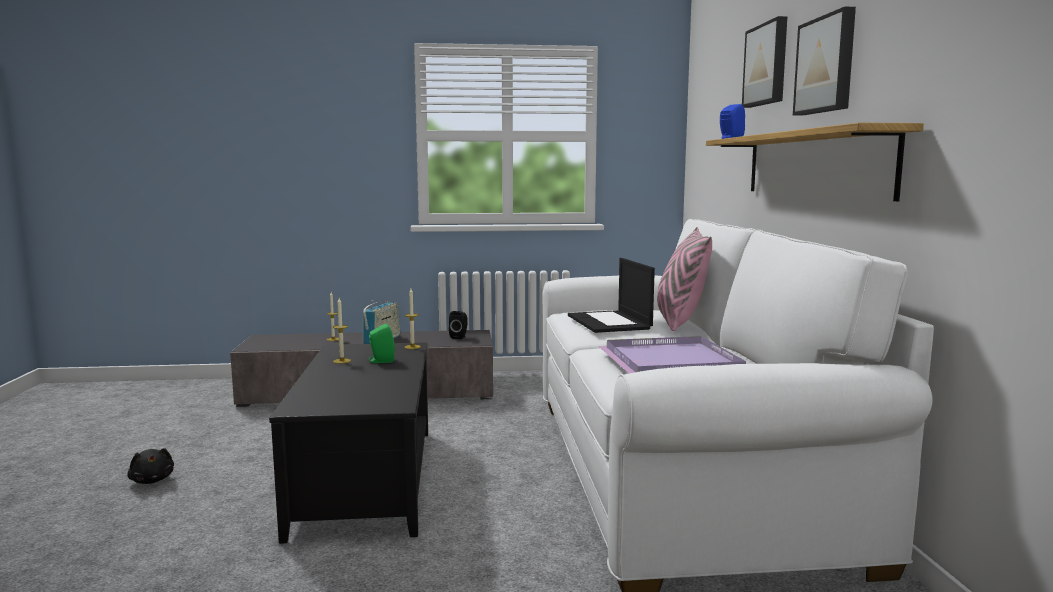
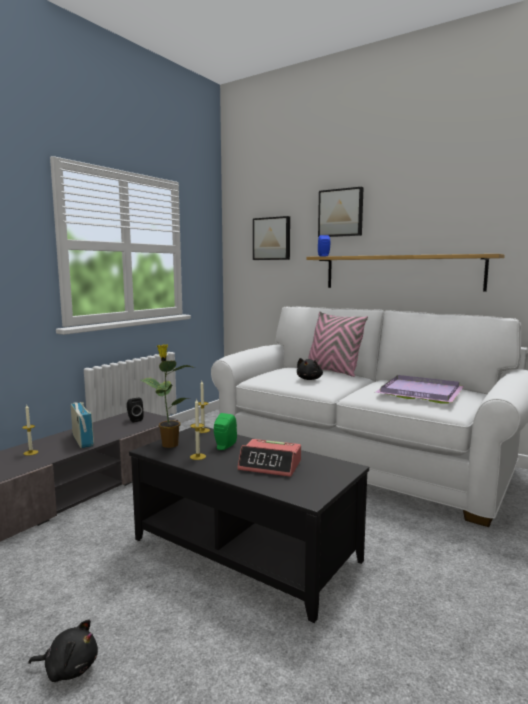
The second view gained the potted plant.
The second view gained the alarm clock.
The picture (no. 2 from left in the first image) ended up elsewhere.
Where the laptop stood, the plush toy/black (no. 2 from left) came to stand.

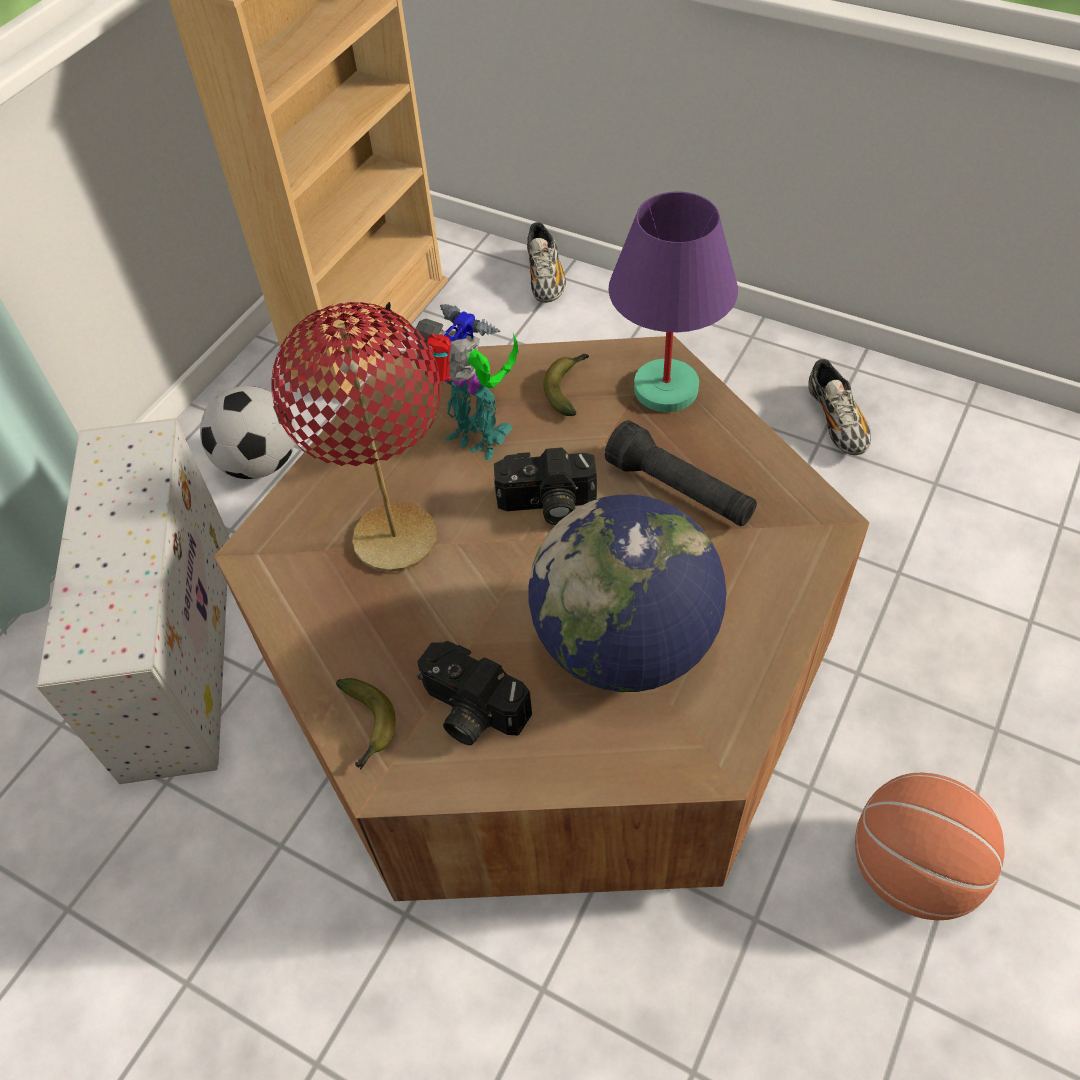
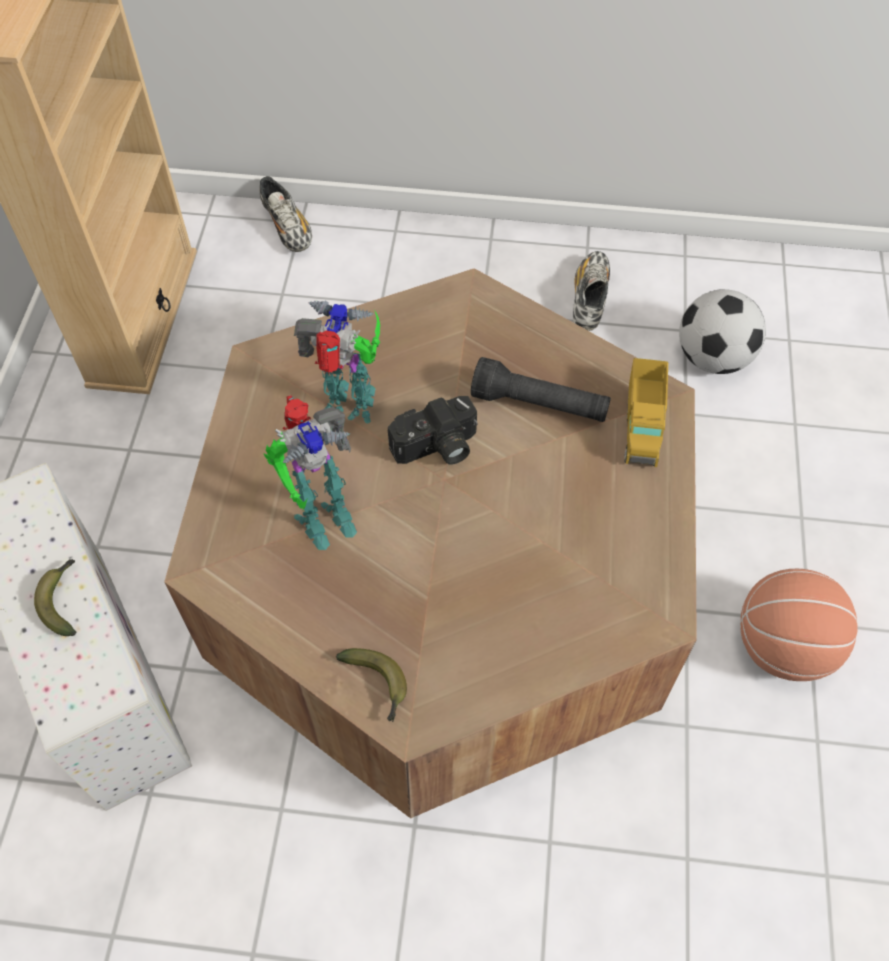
The second view lost the photo camera (no. 1 from left).
The second view lost the globe.
The second view lost the table lamp/purple.
The second view gained the toy truck.
The football ended up elsewhere.
The banana (no. 2 from left in the first image) ended up elsewhere.
Where the table lamp/red stood, the toy robot (no. 1 from left) came to stand.
The shoe (no. 2 from left) ended up facing another way, 135 degrees counterclockwise from before.

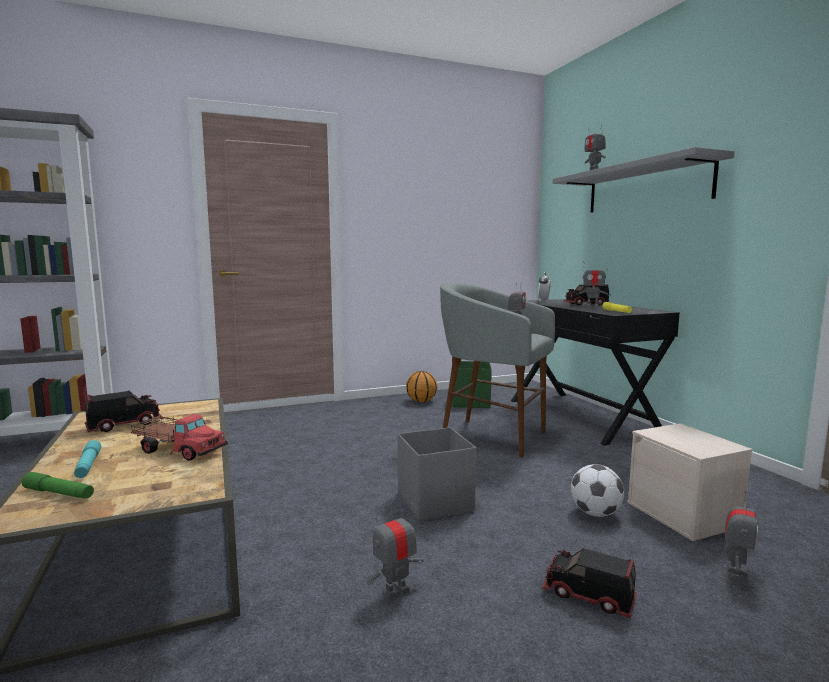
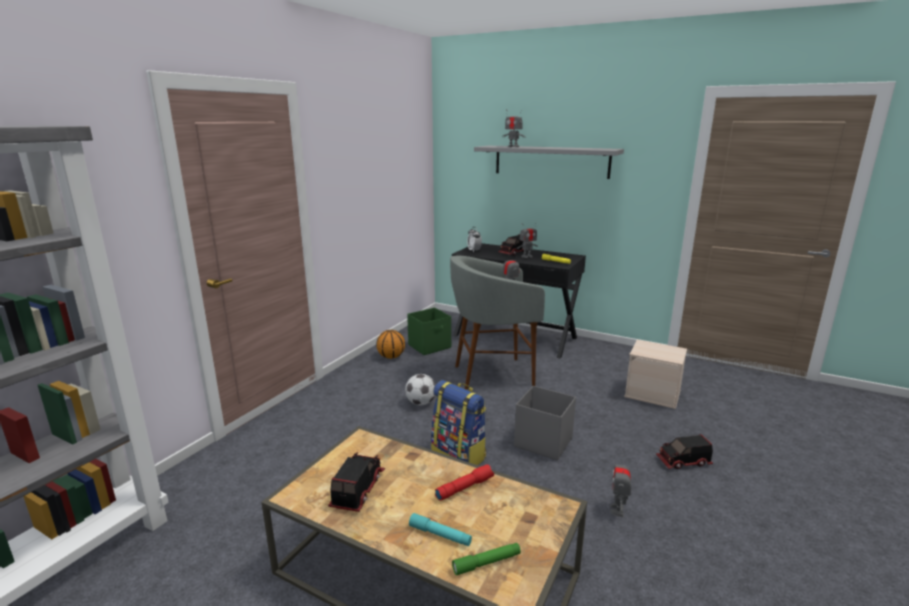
The second view lost the toy robot (no. 5 from left).
The second view gained the backpack.
The football ended up elsewhere.
Where the toy truck (no. 2 from left) stood, the flashlight/red came to stand.

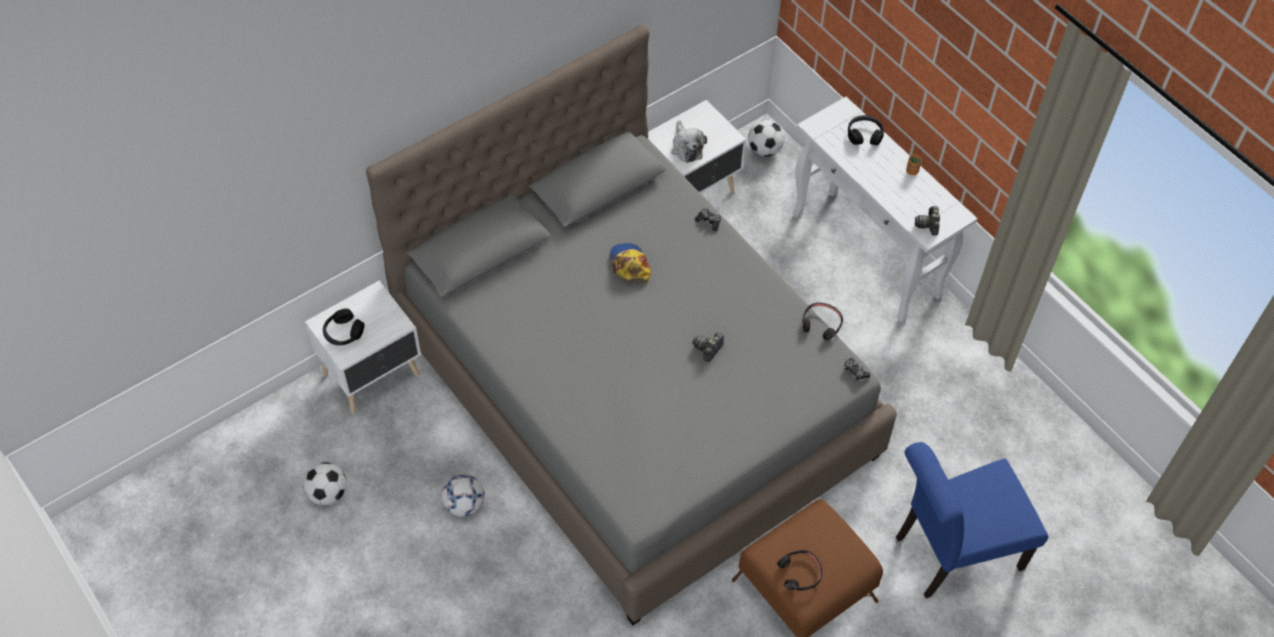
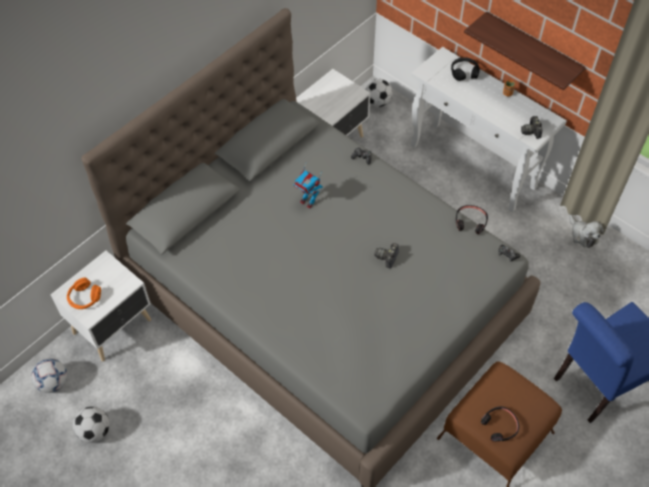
The second view gained the shelf.
The football (no. 2 from left in the first image) ended up elsewhere.
The plush toy ended up elsewhere.
Where the cap stood, the toy robot came to stand.
What was the headphones/black (no. 1 from left) turned into the headphones/orange.

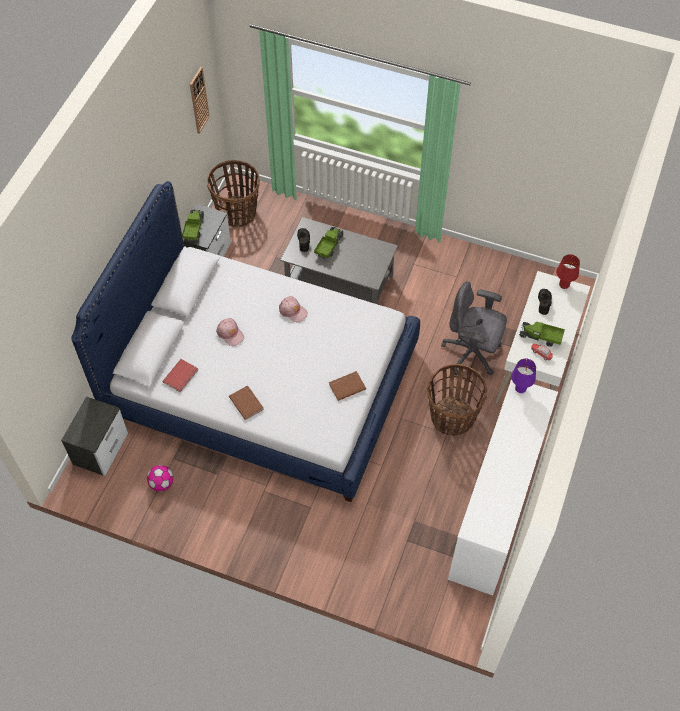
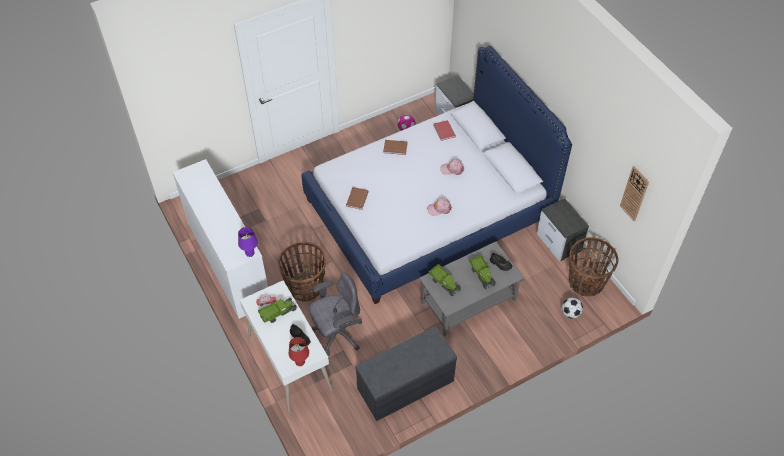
The second view gained the bench/grey.
The second view gained the football (no. 2 from left).
The toy truck (no. 1 from left in the first image) ended up elsewhere.

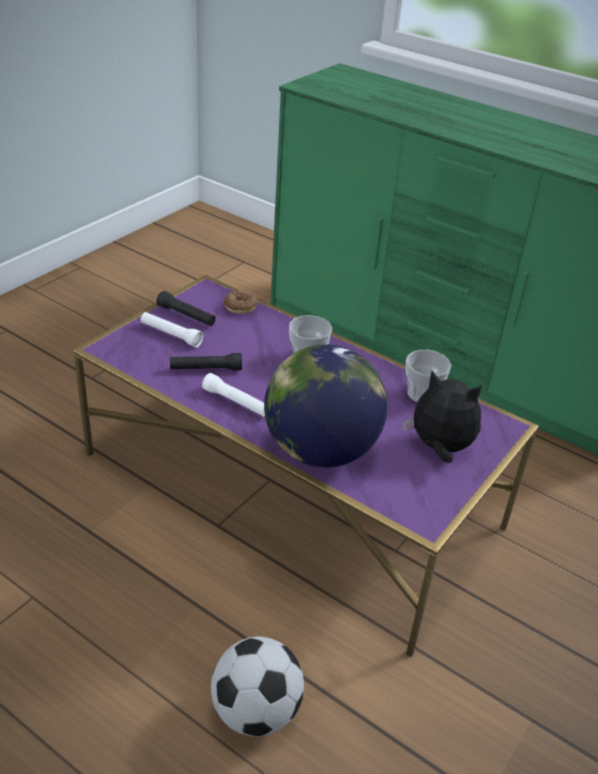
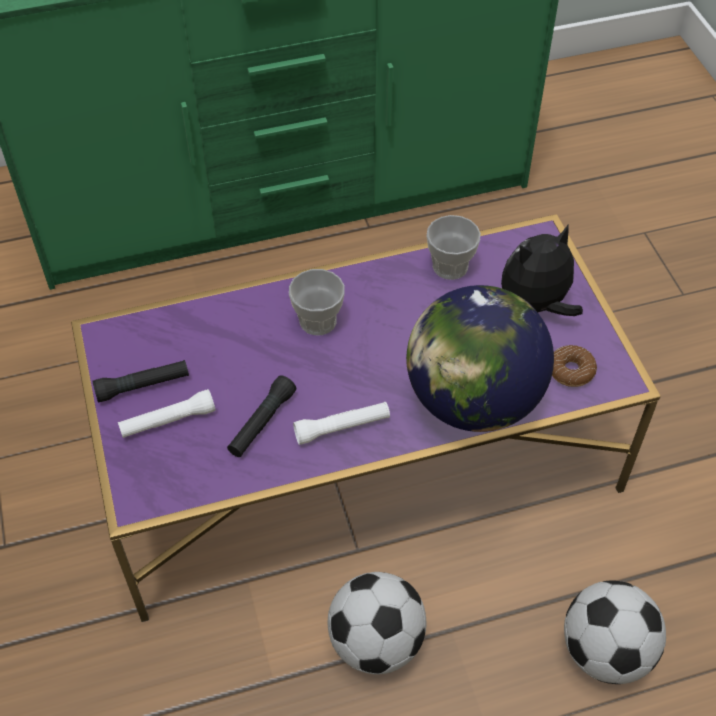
The second view gained the football (no. 1 from left).
The donut ended up elsewhere.

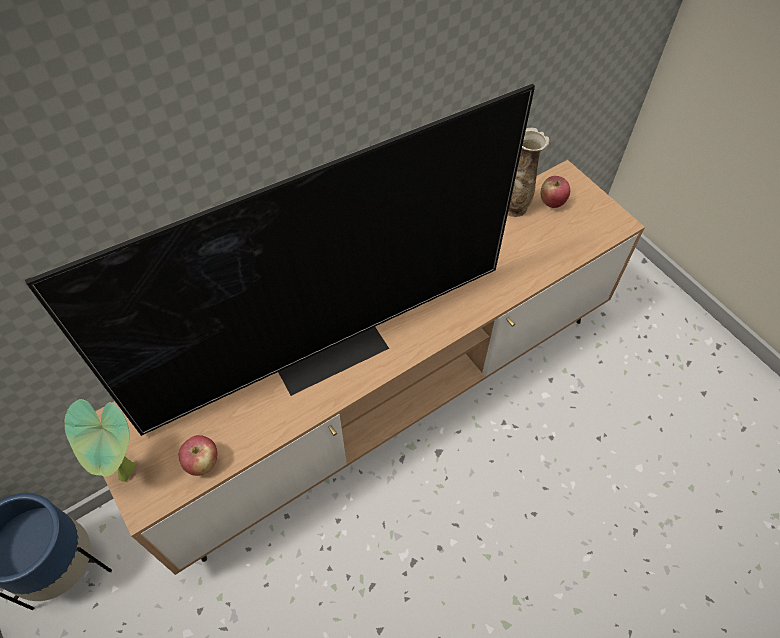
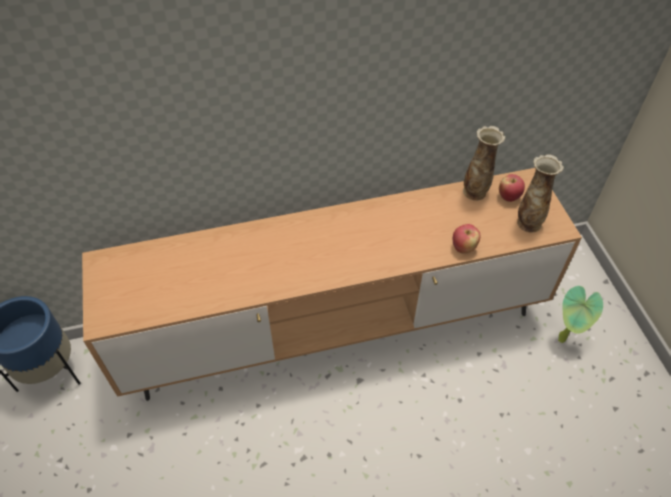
The second view lost the television.
The second view gained the vase (no. 2 from left).
The potted plant ended up elsewhere.
The apple (no. 1 from left) ended up elsewhere.

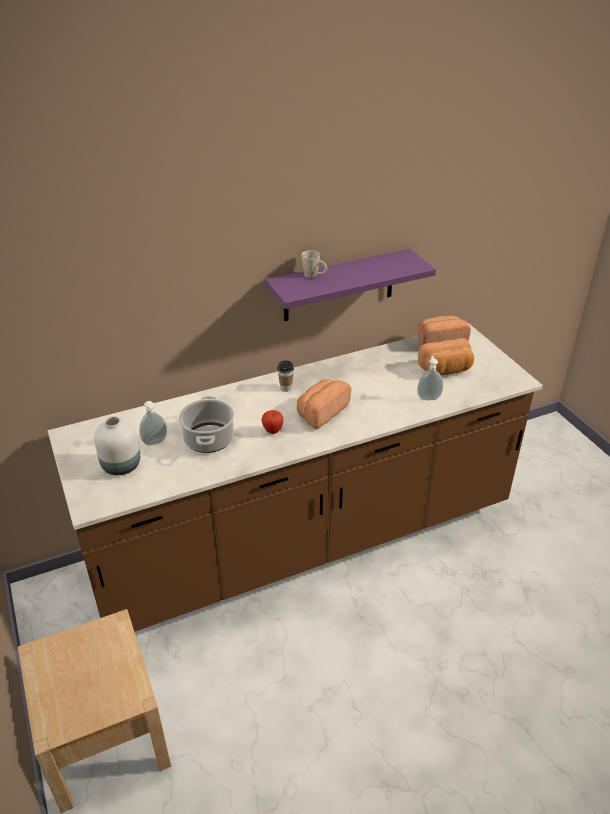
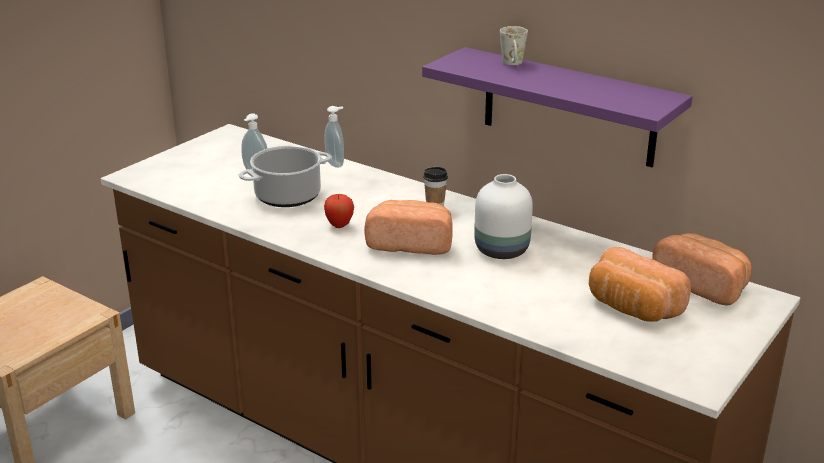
The vase/white ended up elsewhere.
The soap dispenser (no. 2 from left) ended up elsewhere.

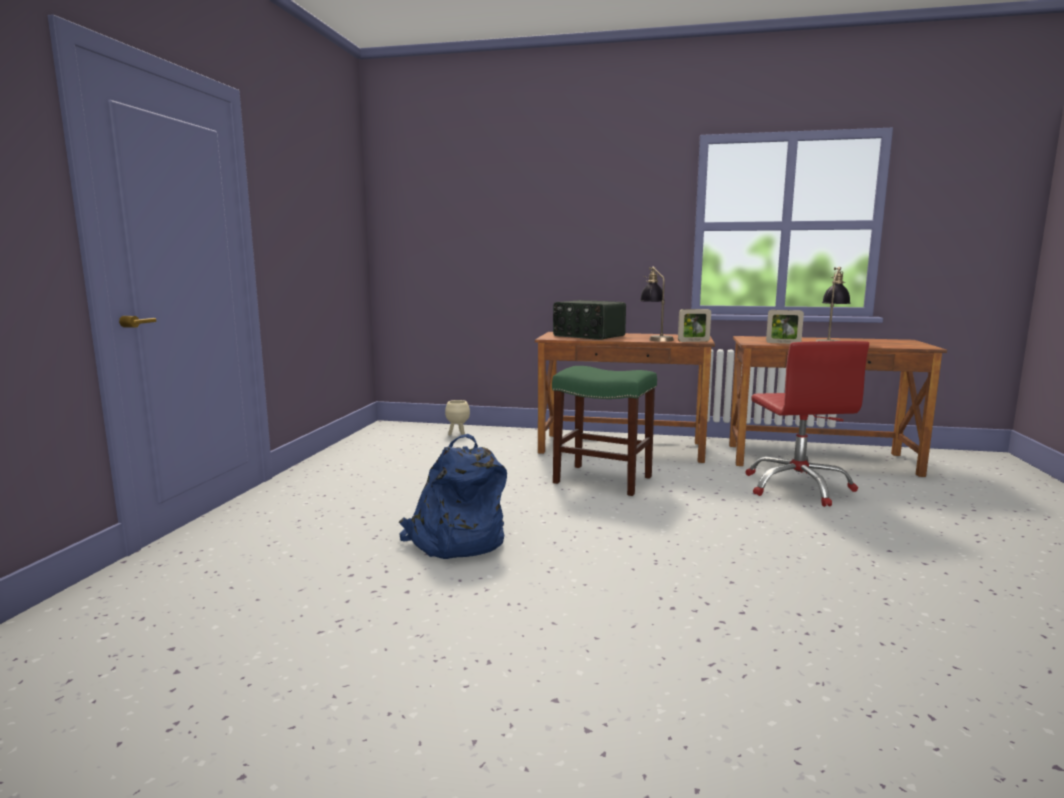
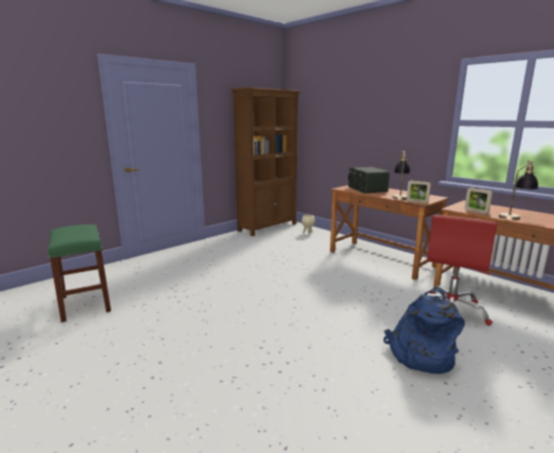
The second view gained the bookcase/brown.
The backpack/blue ended up elsewhere.
The stool/green ended up elsewhere.

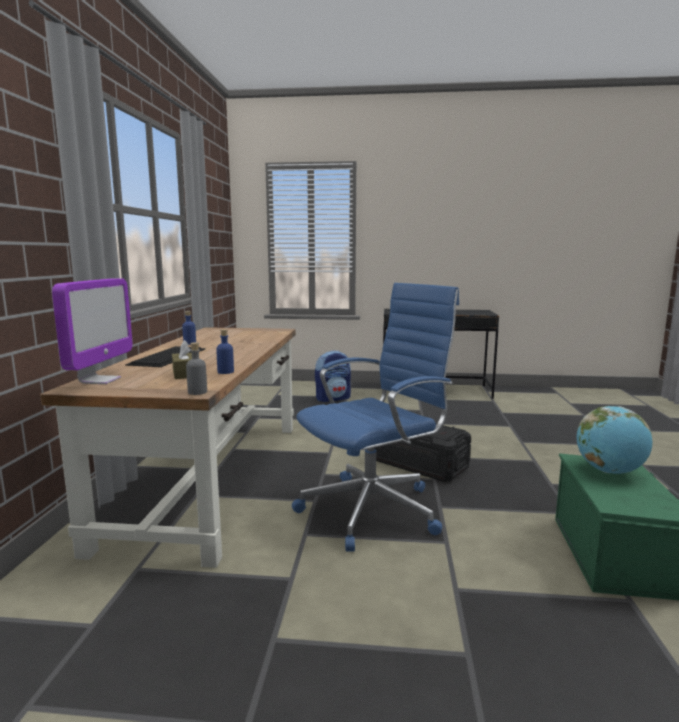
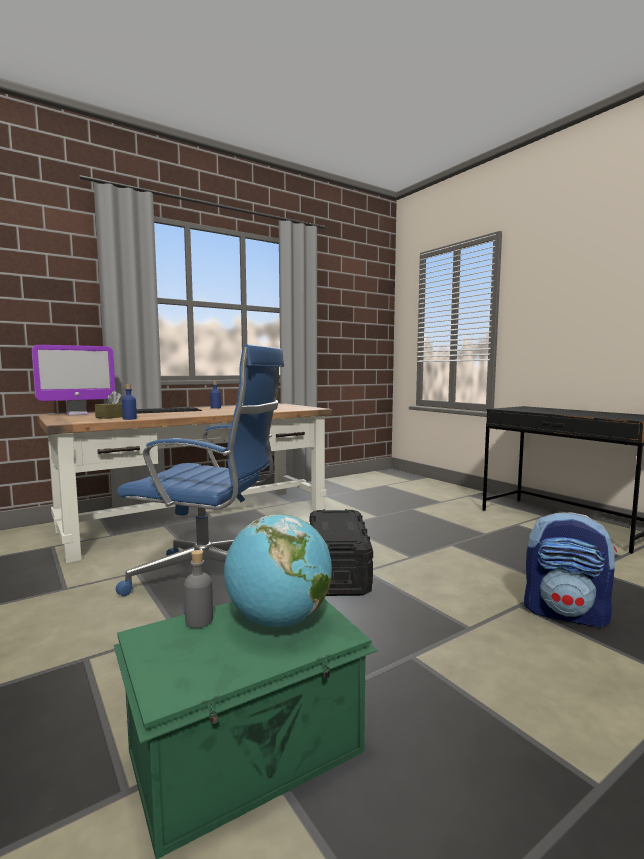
The bottle/grey ended up elsewhere.
The backpack ended up elsewhere.

